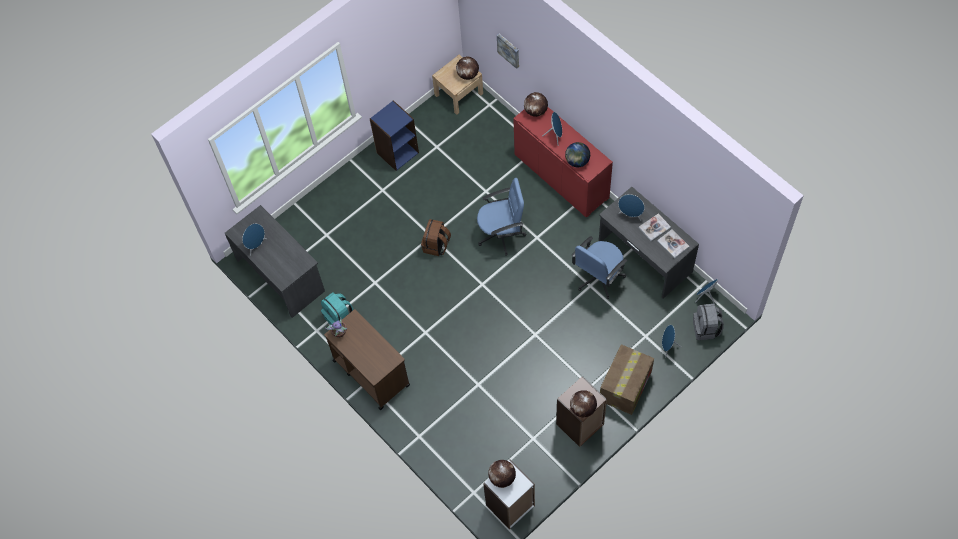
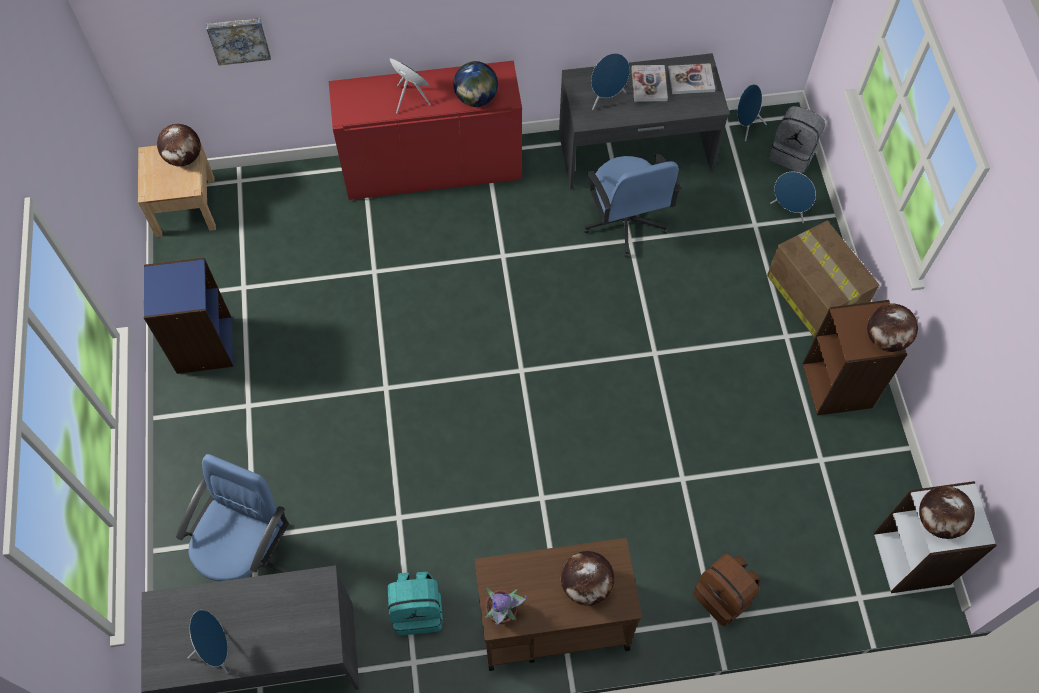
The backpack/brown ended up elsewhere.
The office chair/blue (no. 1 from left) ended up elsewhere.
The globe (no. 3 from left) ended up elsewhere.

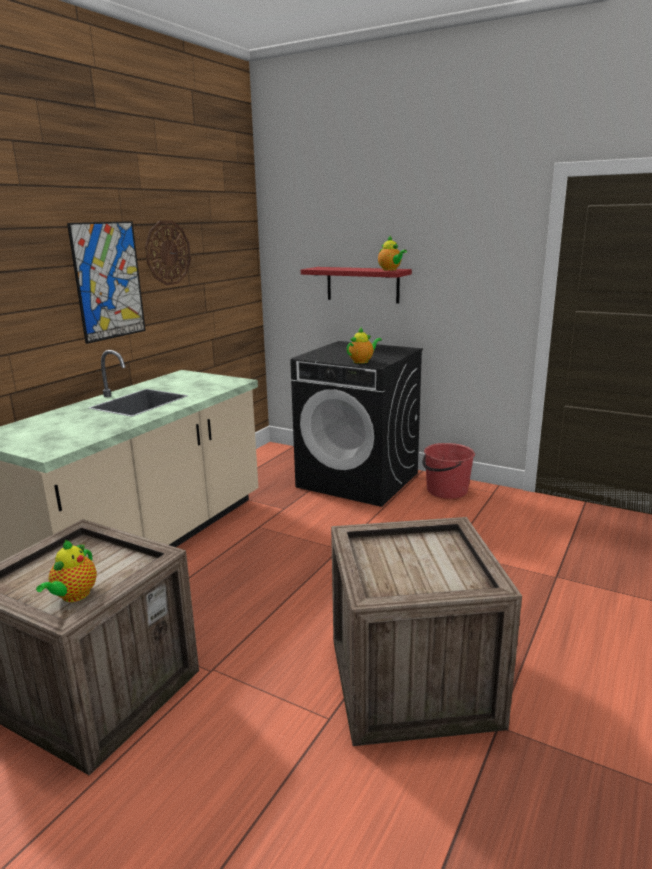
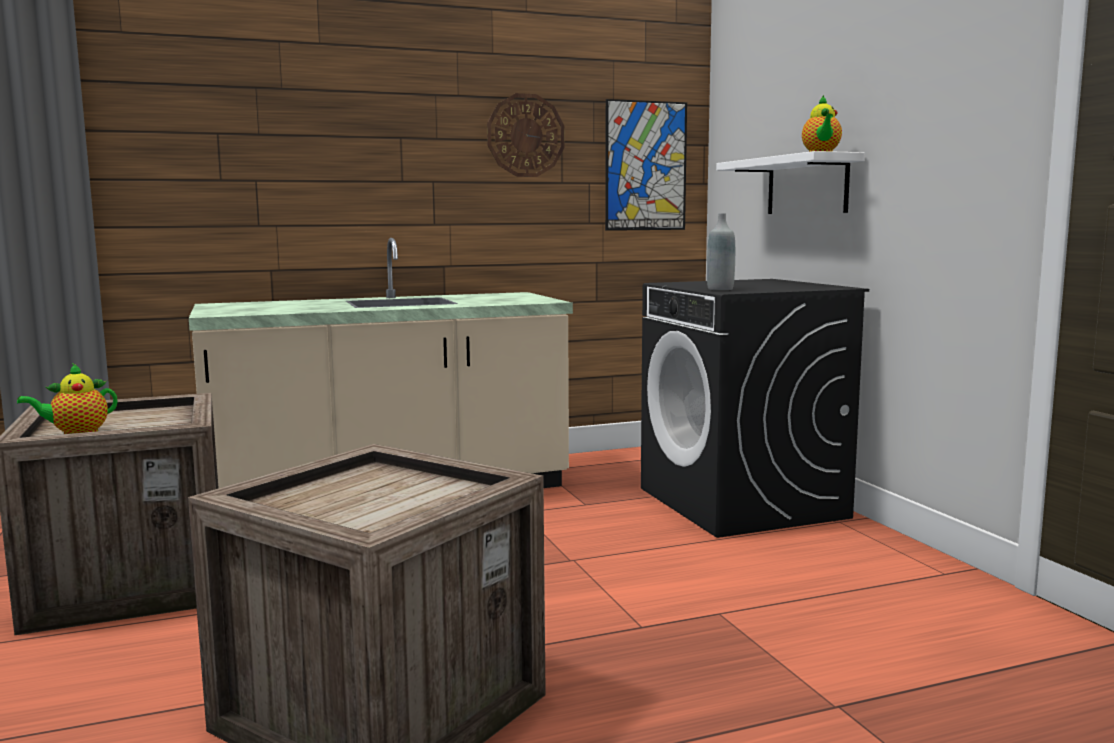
The second view lost the bucket/red.
The picture ended up elsewhere.
Where the teapot (no. 2 from left) stood, the bottle/grey came to stand.
What was the shelf/red turned into the shelf/white.

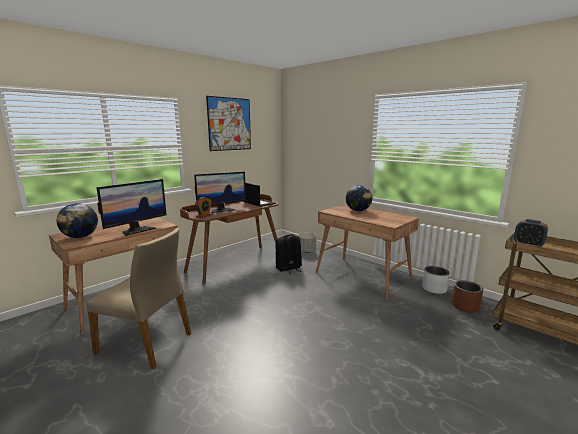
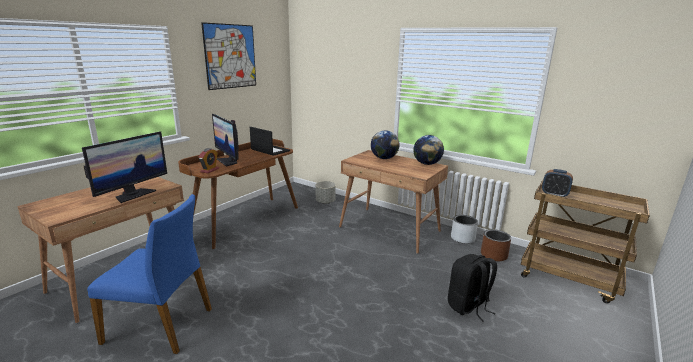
The globe (no. 1 from left in the first image) ended up elsewhere.
The backpack/black ended up elsewhere.
What was the chair/beige turned into the chair/blue.
The monitor (no. 2 from left) ended up facing another way, 90 degrees clockwise from before.

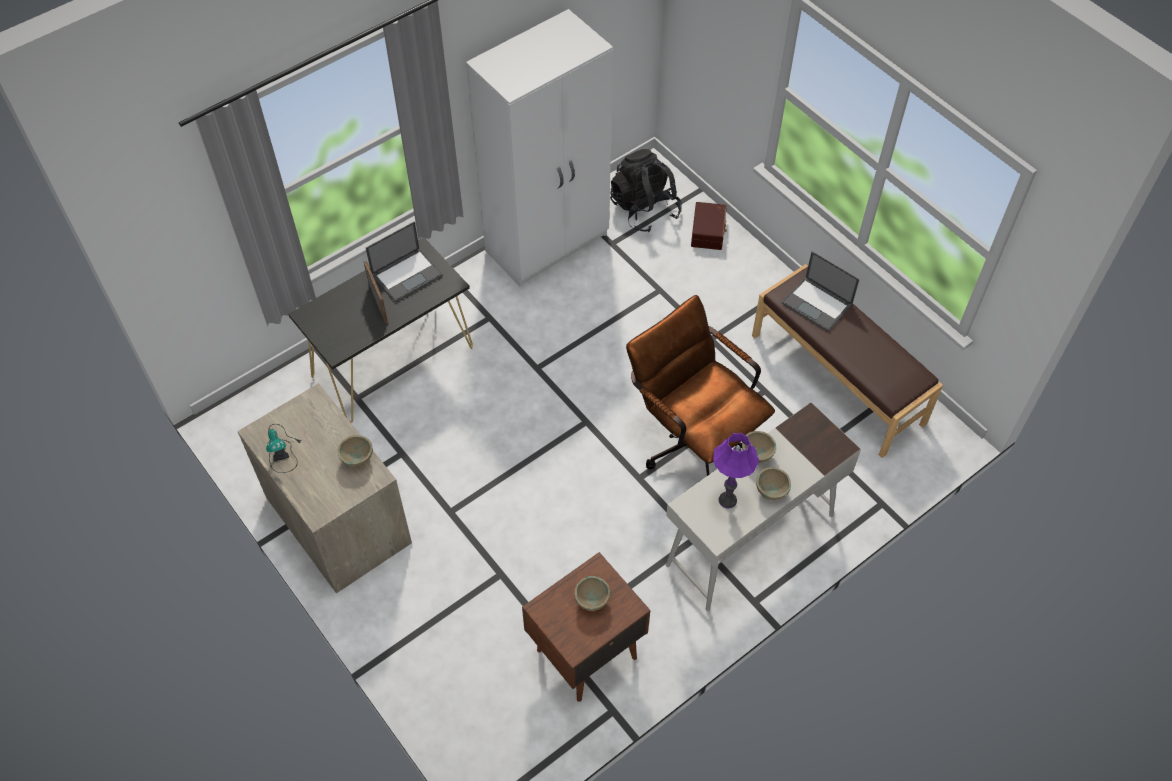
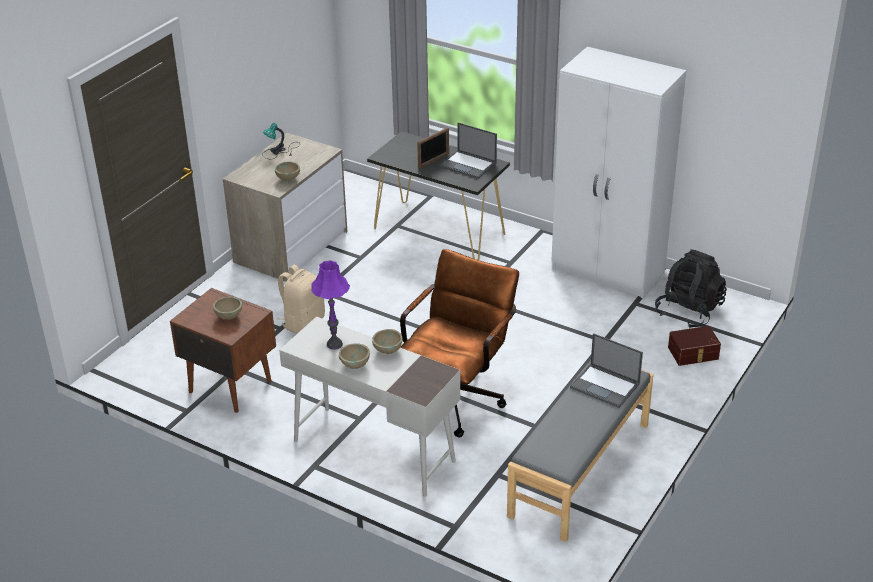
The second view gained the backpack/beige.
What was the bench/brown turned into the bench/grey.
The laptop (no. 2 from left) ended up facing another way, 75 degrees counterclockwise from before.

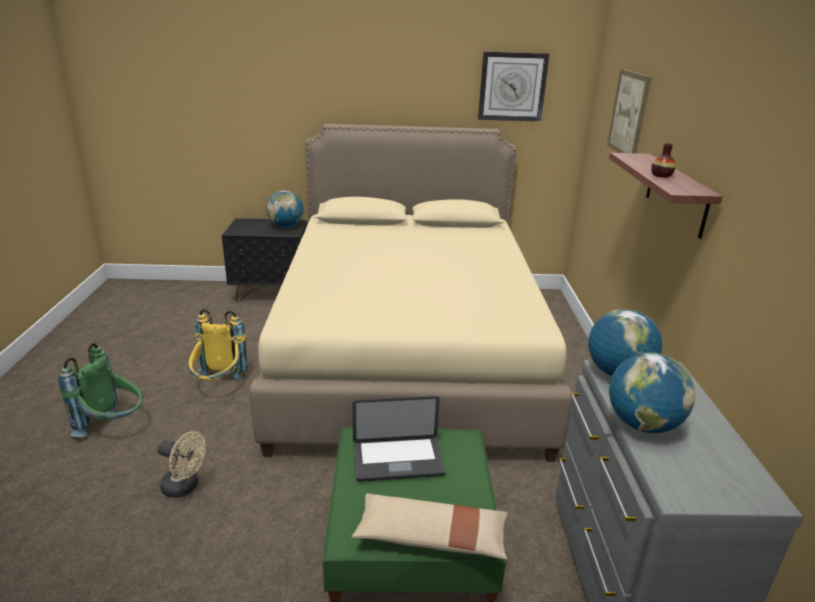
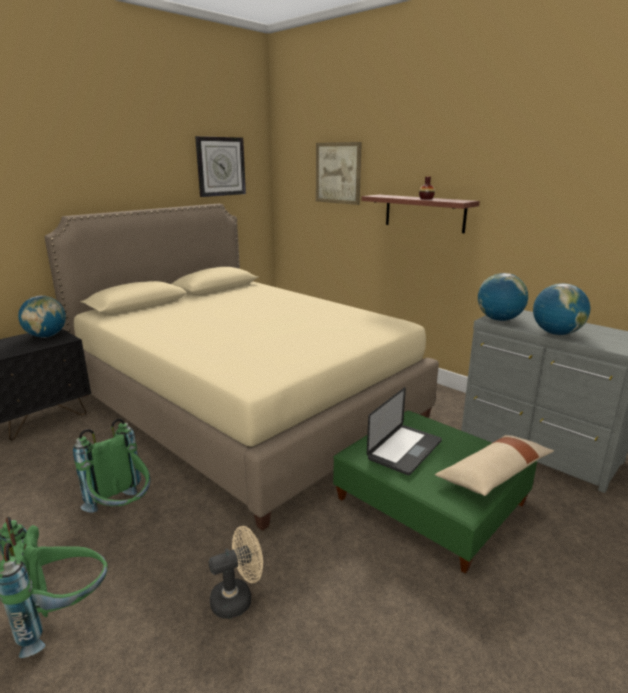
What was the backpack/yellow turned into the backpack/green (no. 2 from left).

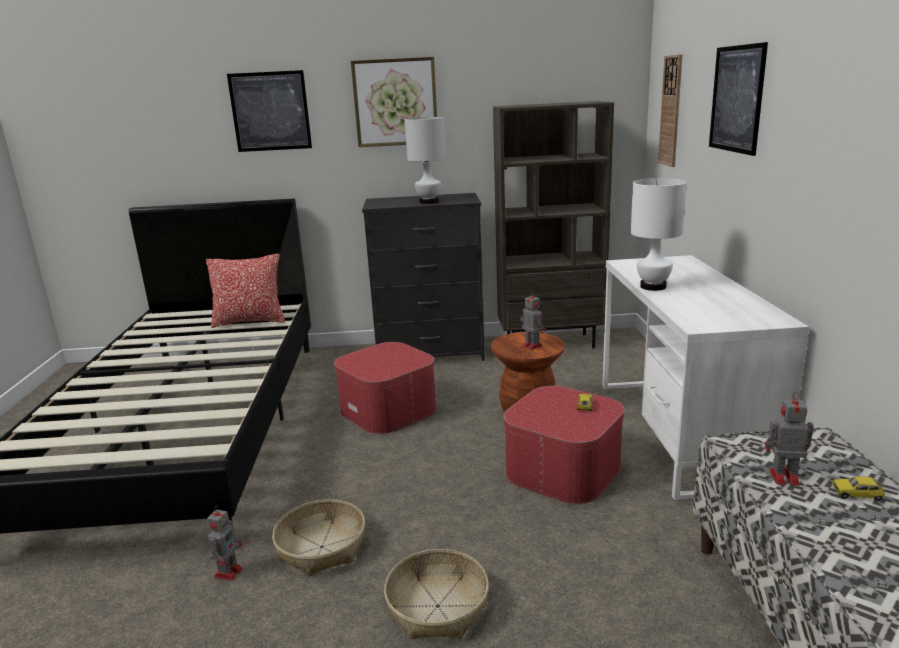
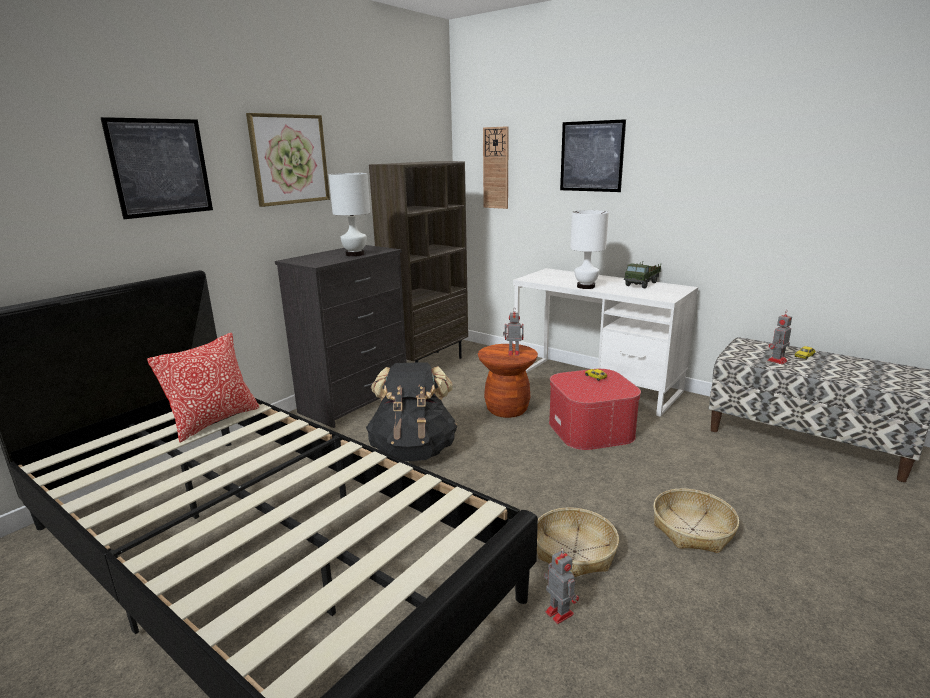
The second view gained the toy truck.
Where the ottoman (no. 1 from left) stood, the backpack/black came to stand.

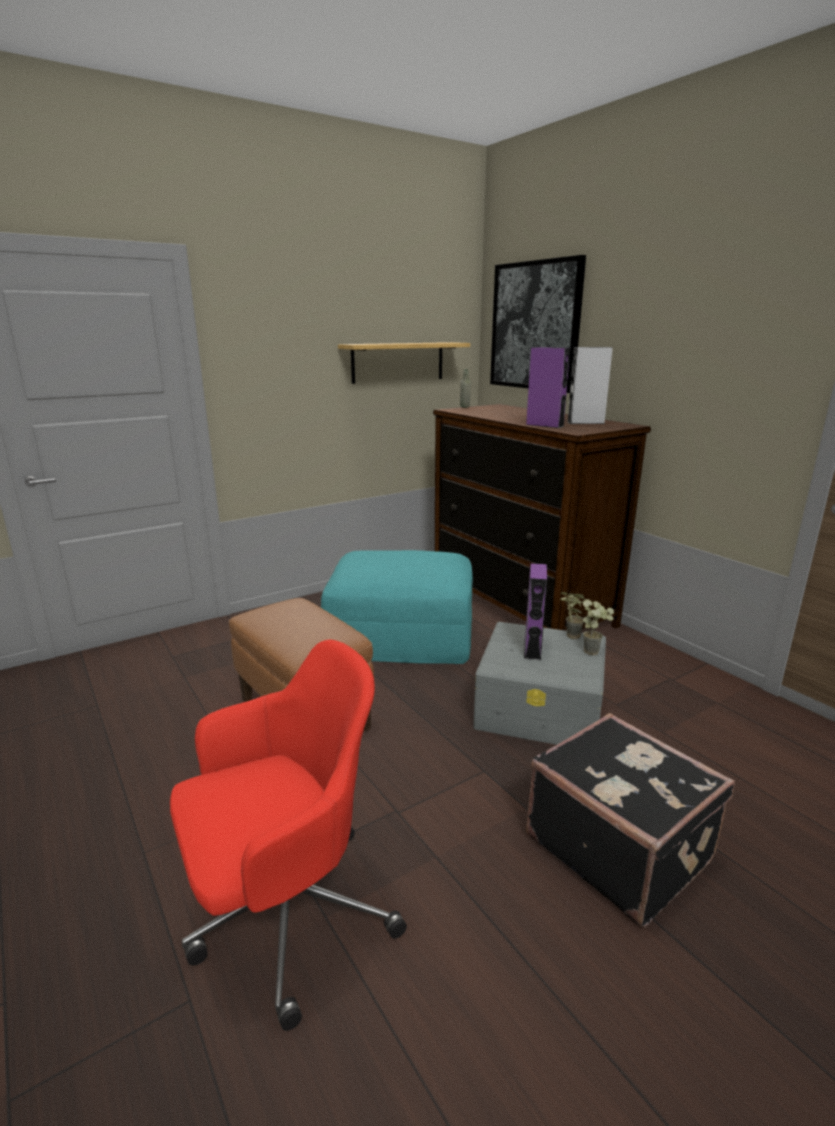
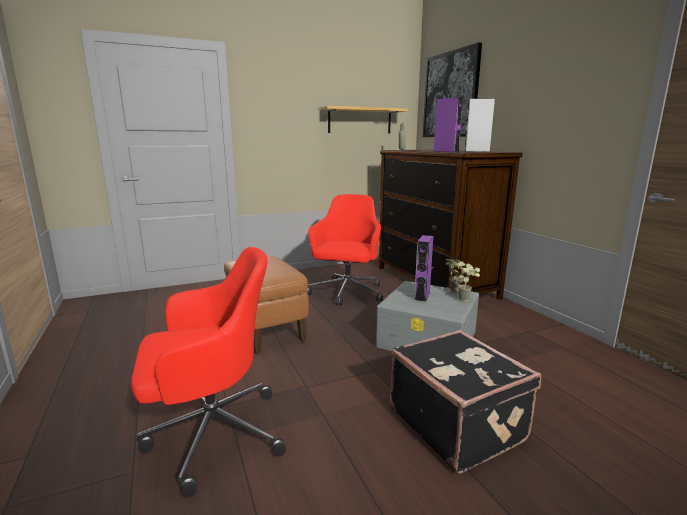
Where the ottoman/turquoise stood, the office chair/red (no. 2 from left) came to stand.

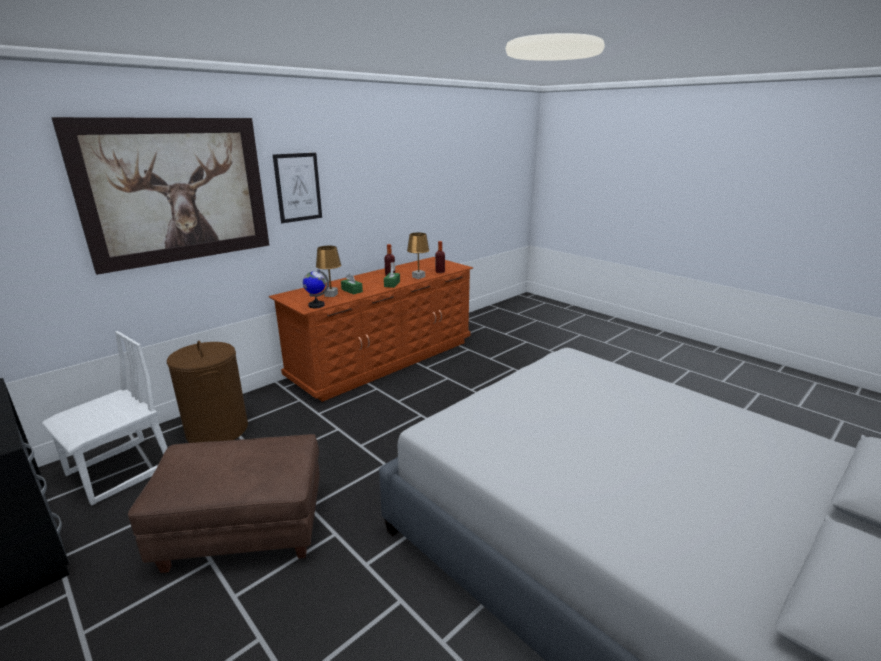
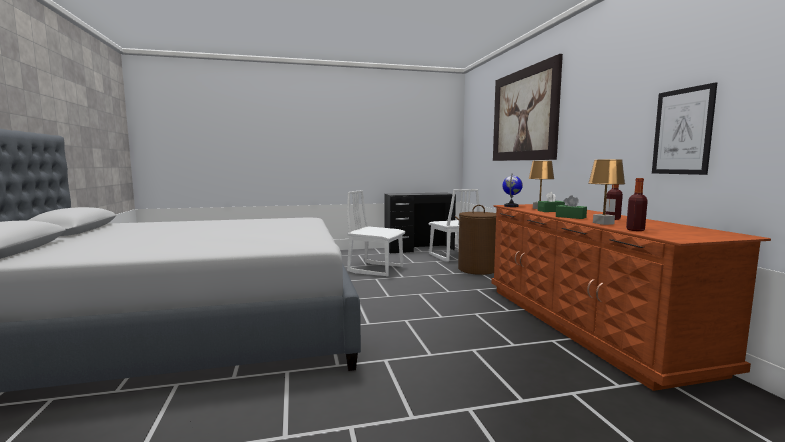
The picture (no. 2 from left) ended up elsewhere.
Where the ottoman/brown stood, the chair/white (no. 1 from left) came to stand.

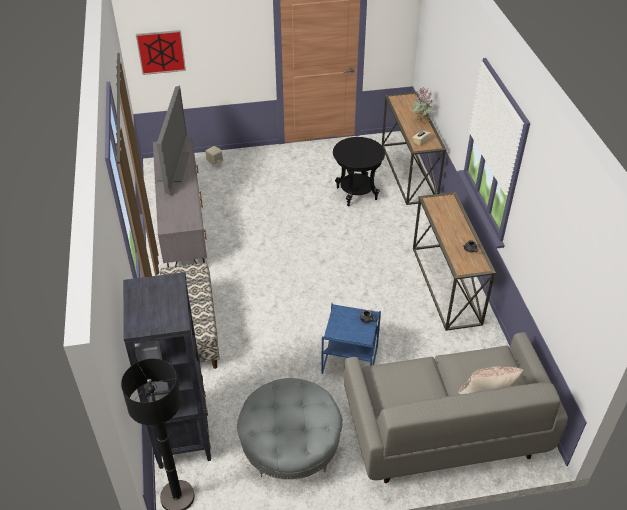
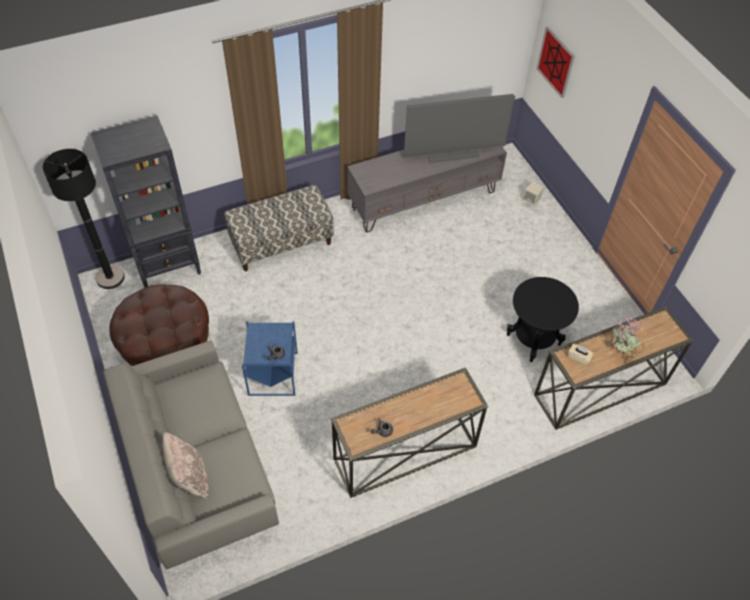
What was the ottoman/grey turned into the ottoman/brown.

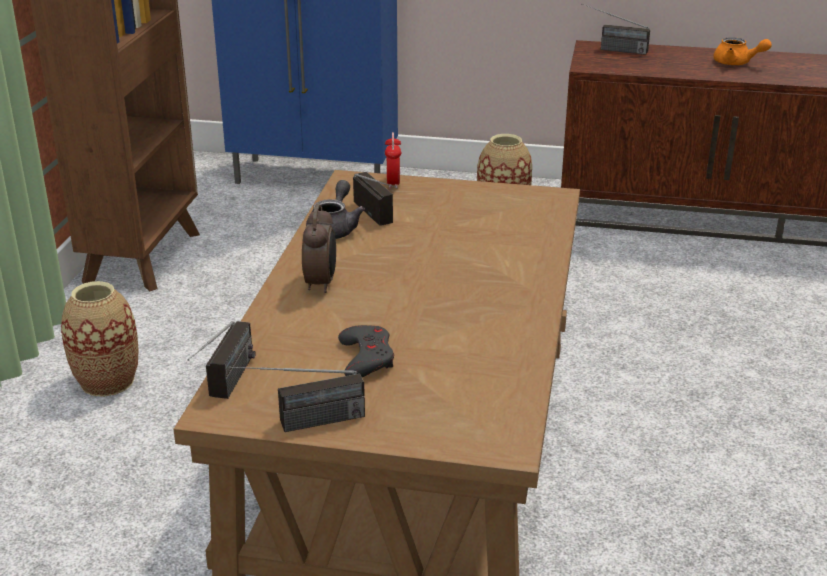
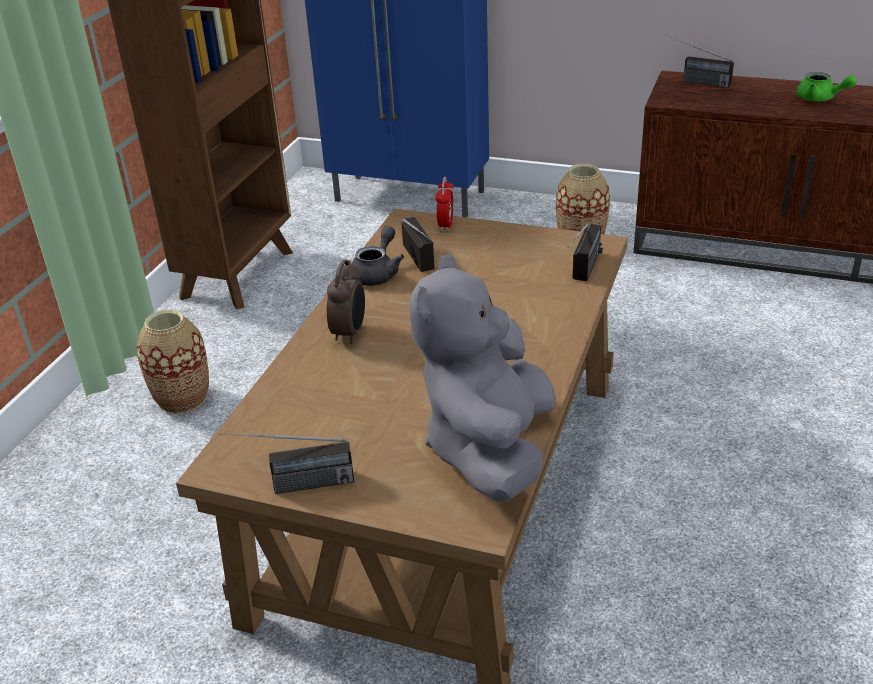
The second view lost the game controller/grey.
The second view gained the plush toy/grey.
The radio (no. 1 from left in the first image) ended up elsewhere.
What was the teapot/orange turned into the teapot/green.

